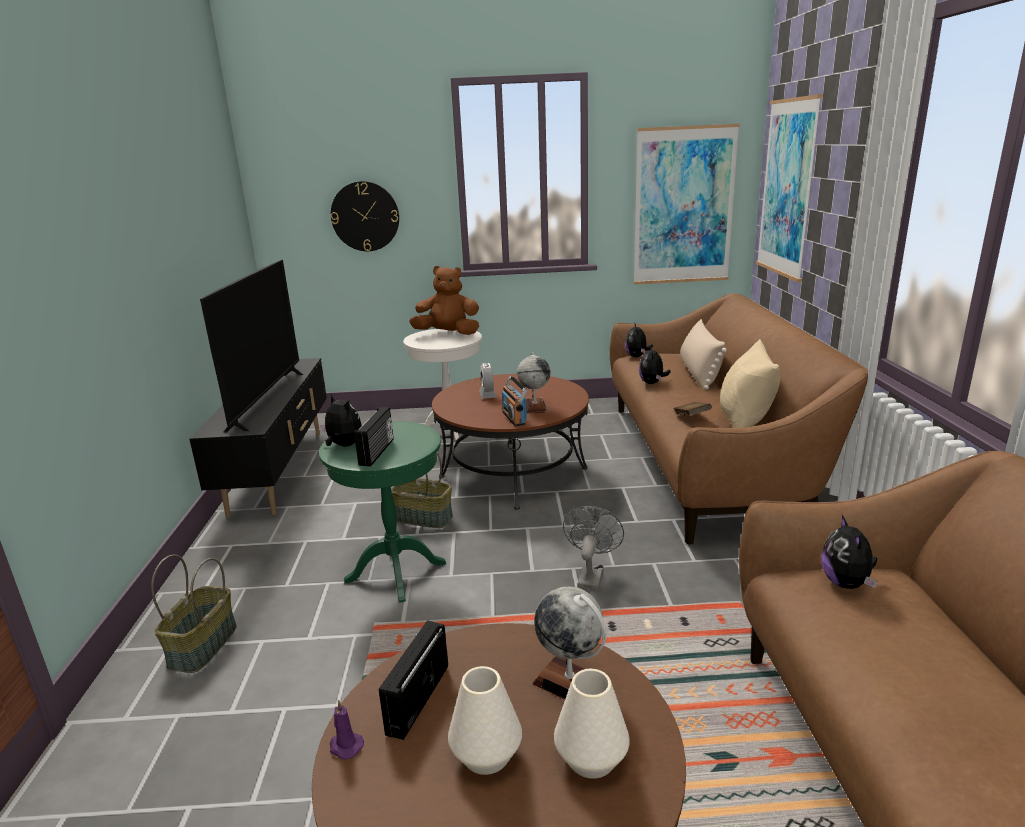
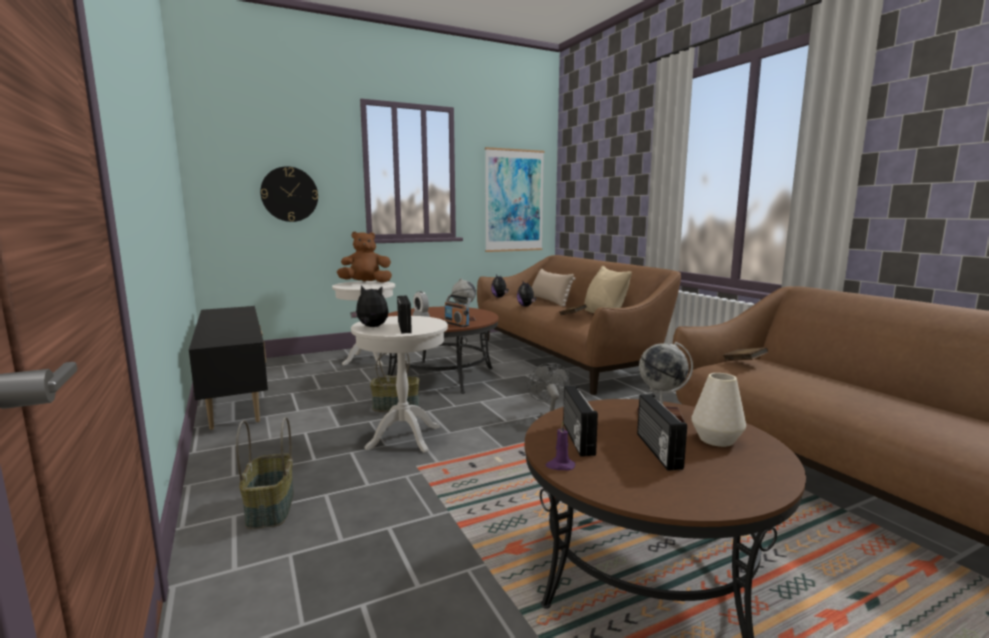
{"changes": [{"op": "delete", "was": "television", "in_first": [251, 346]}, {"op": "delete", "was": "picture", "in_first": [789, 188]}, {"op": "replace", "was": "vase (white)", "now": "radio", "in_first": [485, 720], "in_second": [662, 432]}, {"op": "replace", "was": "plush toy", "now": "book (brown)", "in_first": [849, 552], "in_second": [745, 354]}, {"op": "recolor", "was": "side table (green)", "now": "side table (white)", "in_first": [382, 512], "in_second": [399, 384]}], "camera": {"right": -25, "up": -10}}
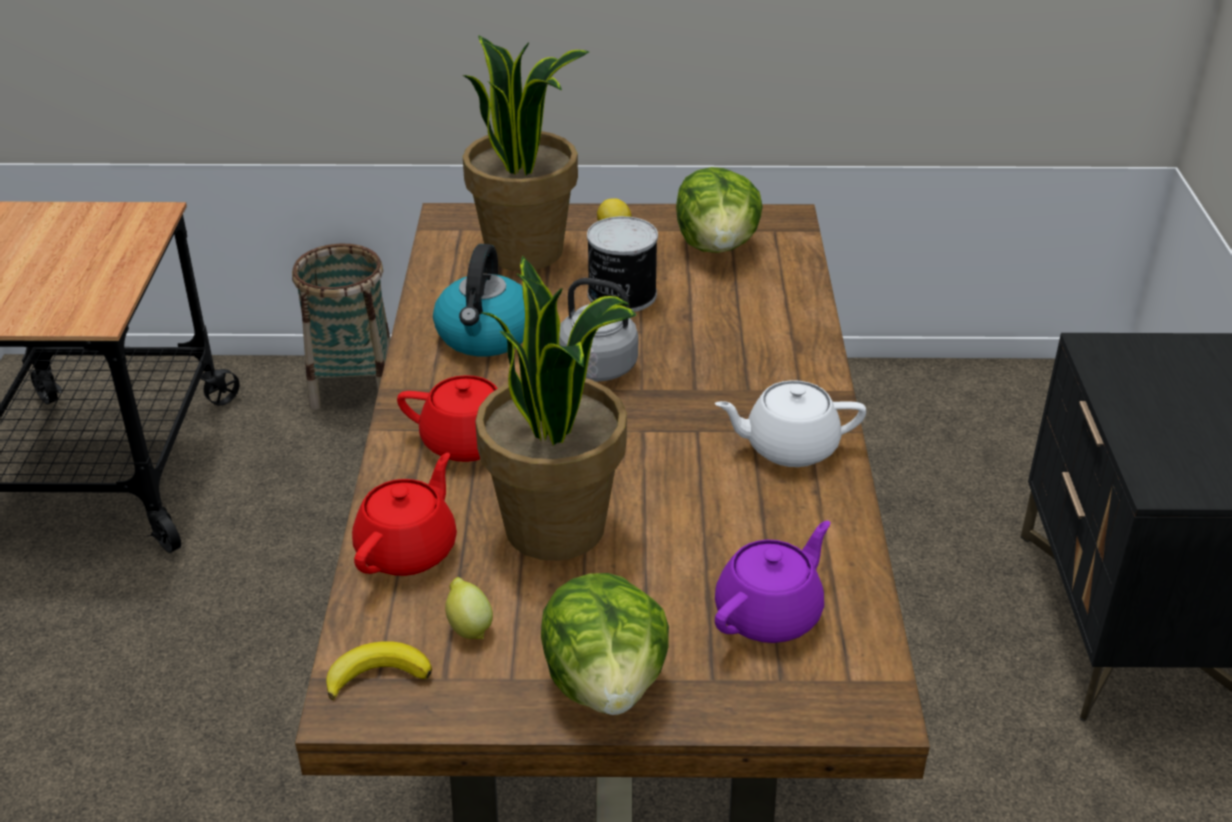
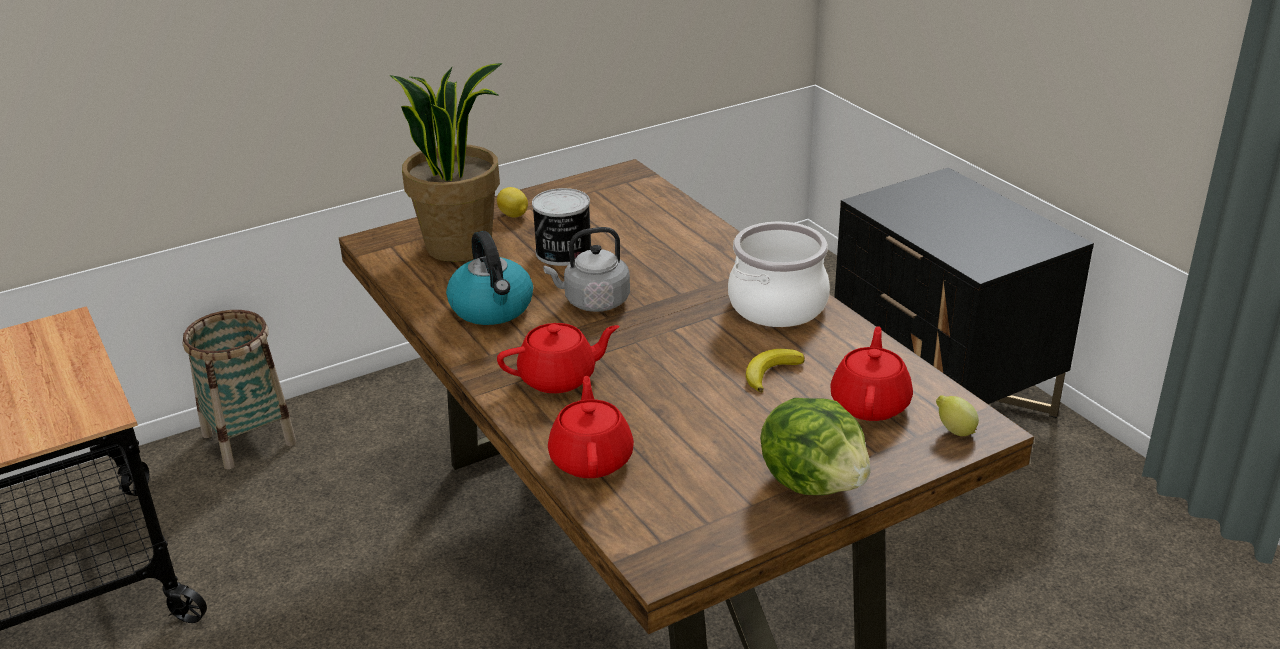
{"changes": [{"op": "delete", "was": "potted plant", "in_first": [555, 408]}, {"op": "delete", "was": "lettuce", "in_first": [719, 210]}, {"op": "move", "was": "banana", "in_first": [379, 670], "in_second": [775, 370]}, {"op": "move", "was": "lemon", "in_first": [469, 608], "in_second": [957, 415]}, {"op": "replace", "was": "teapot (white)", "now": "cooking pot", "in_first": [790, 423], "in_second": [779, 274]}, {"op": "recolor", "was": "teapot (purple)", "now": "teapot (red)", "in_first": [773, 582], "in_second": [871, 373]}], "camera": {"right": -30, "up": -5}}
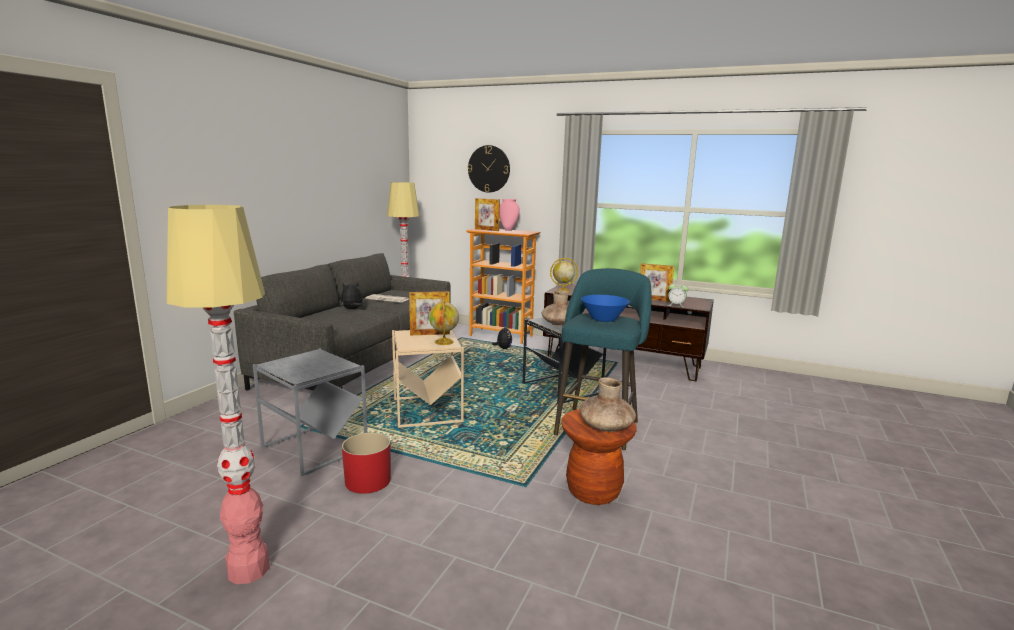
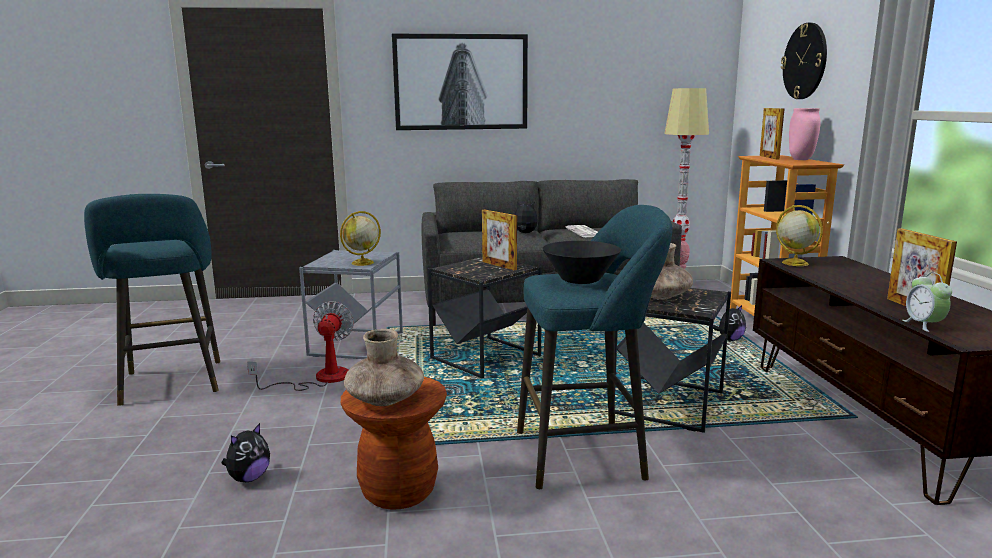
{"changes": [{"op": "insert", "now": "plush toy", "in_second": [245, 452]}, {"op": "insert", "now": "picture", "in_second": [460, 82]}, {"op": "move", "was": "globe", "in_first": [444, 321], "in_second": [360, 238]}, {"op": "replace", "was": "floor lamp", "now": "stool (turquoise)", "in_first": [218, 394], "in_second": [152, 300]}, {"op": "replace", "was": "planter (red)", "now": "fan", "in_first": [366, 463], "in_second": [300, 346]}, {"op": "recolor", "was": "side table (beige)", "now": "side table (black)", "in_first": [428, 378], "in_second": [484, 318]}, {"op": "recolor", "was": "bowl (blue)", "now": "bowl (black)", "in_first": [605, 308], "in_second": [581, 262]}], "camera": {"right": 60, "up": 0}}
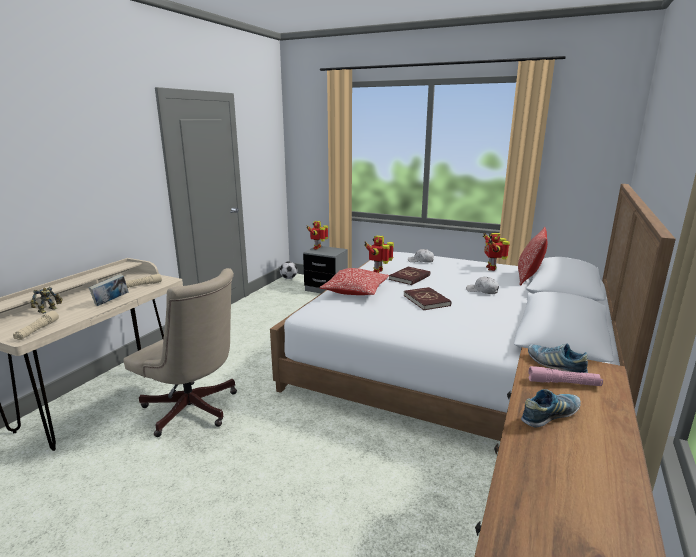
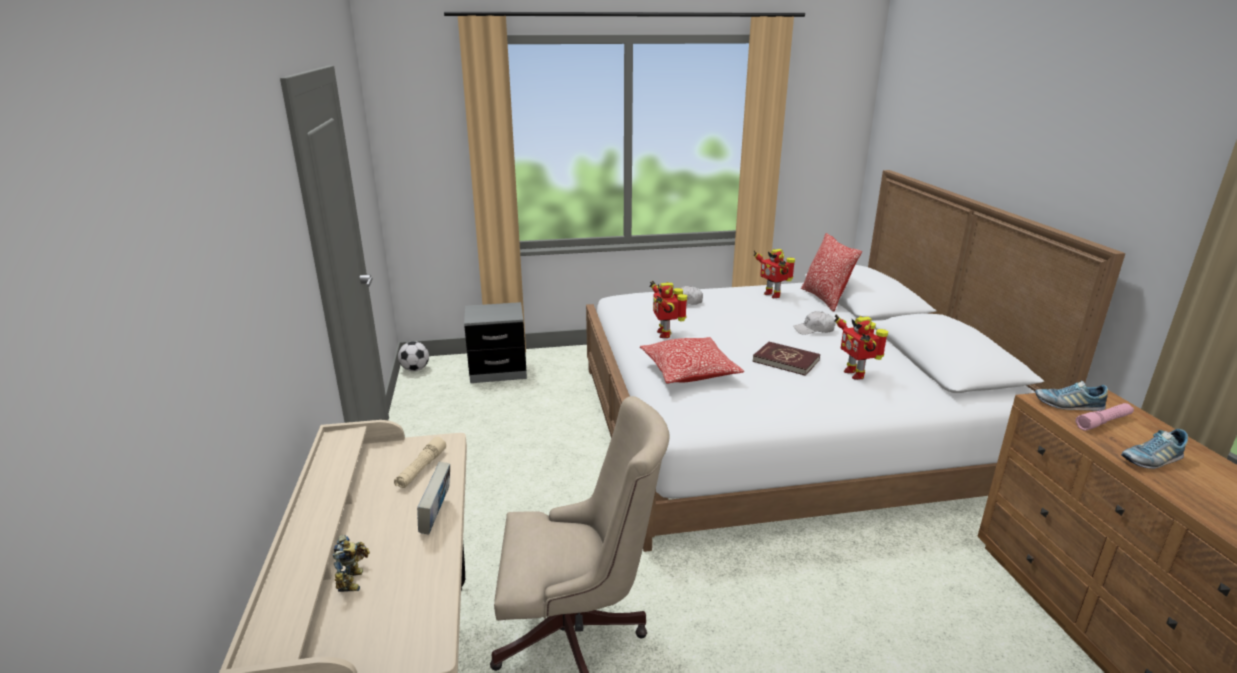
{"changes": [{"op": "delete", "was": "flashlight (beige)", "in_first": [36, 325]}, {"op": "delete", "was": "book (red)", "in_first": [409, 276]}, {"op": "move", "was": "toy robot", "in_first": [317, 235], "in_second": [861, 347]}, {"op": "rotate", "was": "shoe", "in_first": [551, 408], "in_second": [1154, 449], "clockwise": -135}], "camera": {"right": -35, "up": 5}}
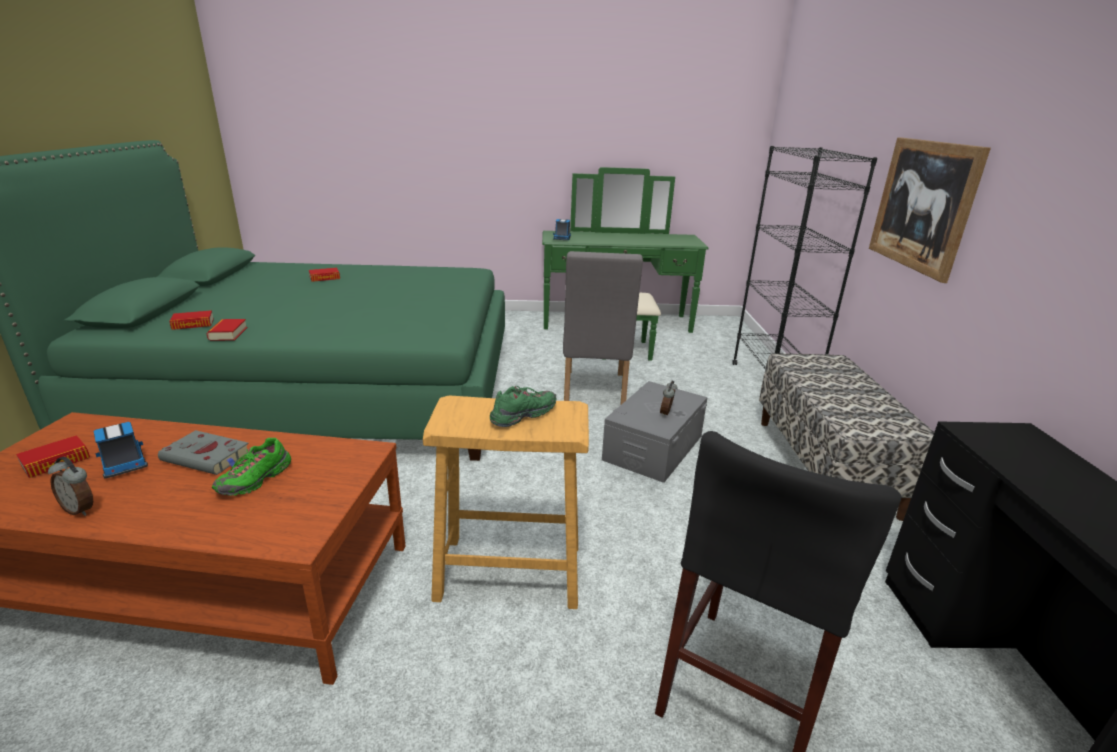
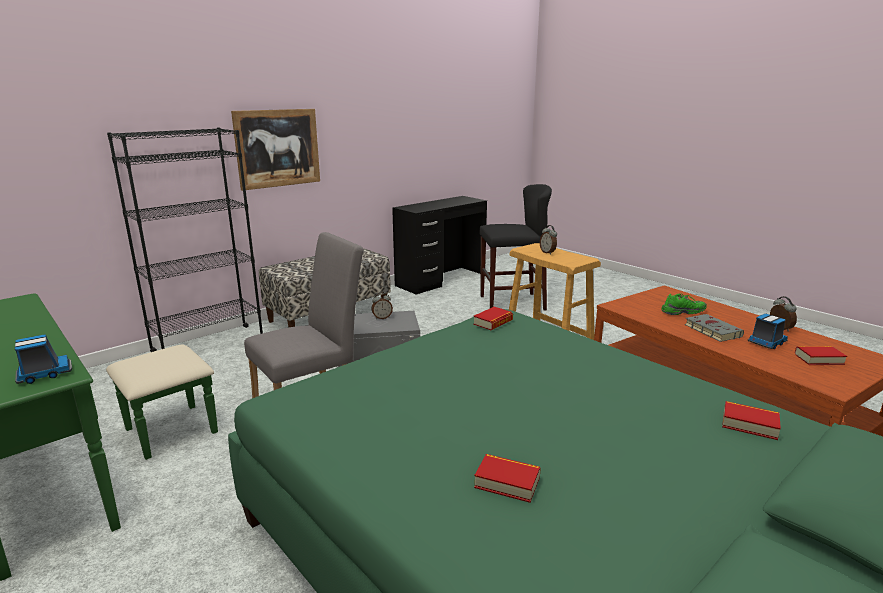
{"changes": [{"op": "move", "was": "book", "in_first": [227, 330], "in_second": [493, 318]}, {"op": "replace", "was": "shoe (green)", "now": "alarm clock", "in_first": [523, 406], "in_second": [548, 240]}, {"op": "rotate", "was": "toy truck", "in_first": [121, 450], "in_second": [767, 331], "clockwise": -135}], "camera": {"right": -130, "up": -5}}
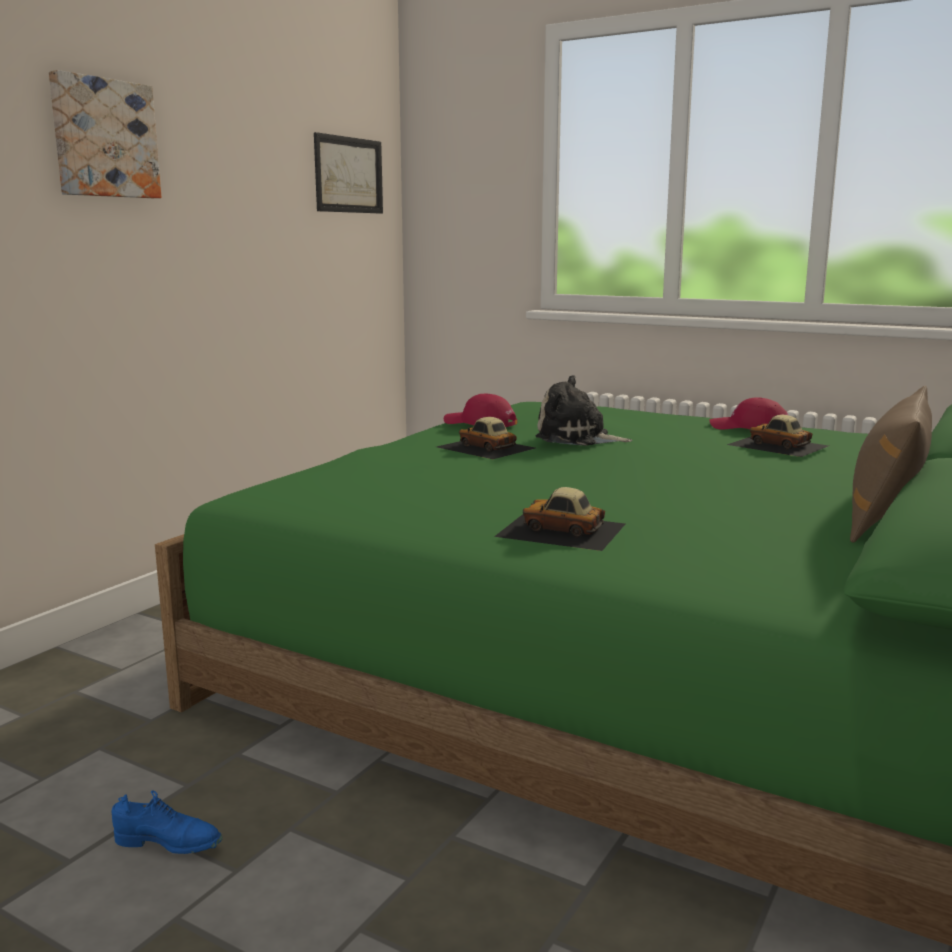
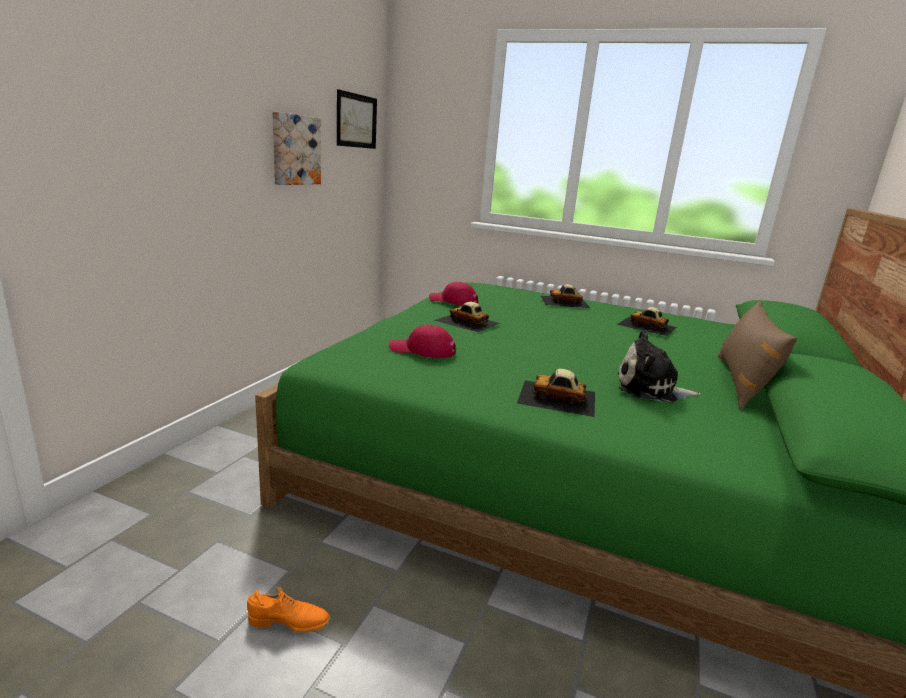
{"changes": [{"op": "insert", "now": "toy car", "in_second": [565, 296]}, {"op": "move", "was": "picture", "in_first": [105, 134], "in_second": [297, 148]}, {"op": "move", "was": "plush toy", "in_first": [584, 410], "in_second": [659, 366]}, {"op": "move", "was": "cap (red)", "in_first": [748, 413], "in_second": [422, 341]}, {"op": "recolor", "was": "shoe (blue)", "now": "shoe (orange)", "in_first": [167, 822], "in_second": [289, 609]}], "camera": {"right": -10, "up": 5}}
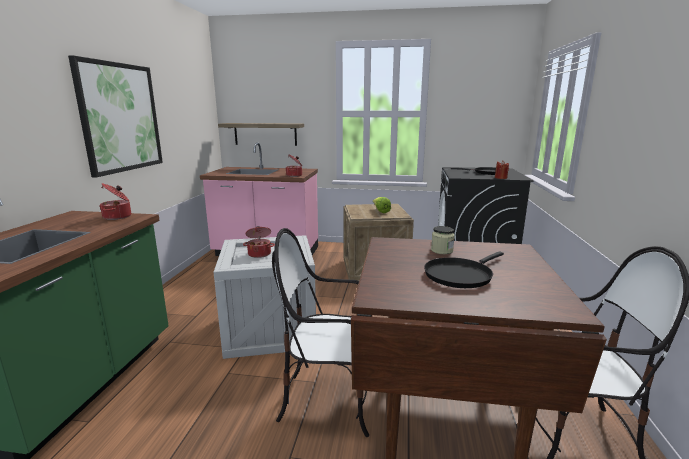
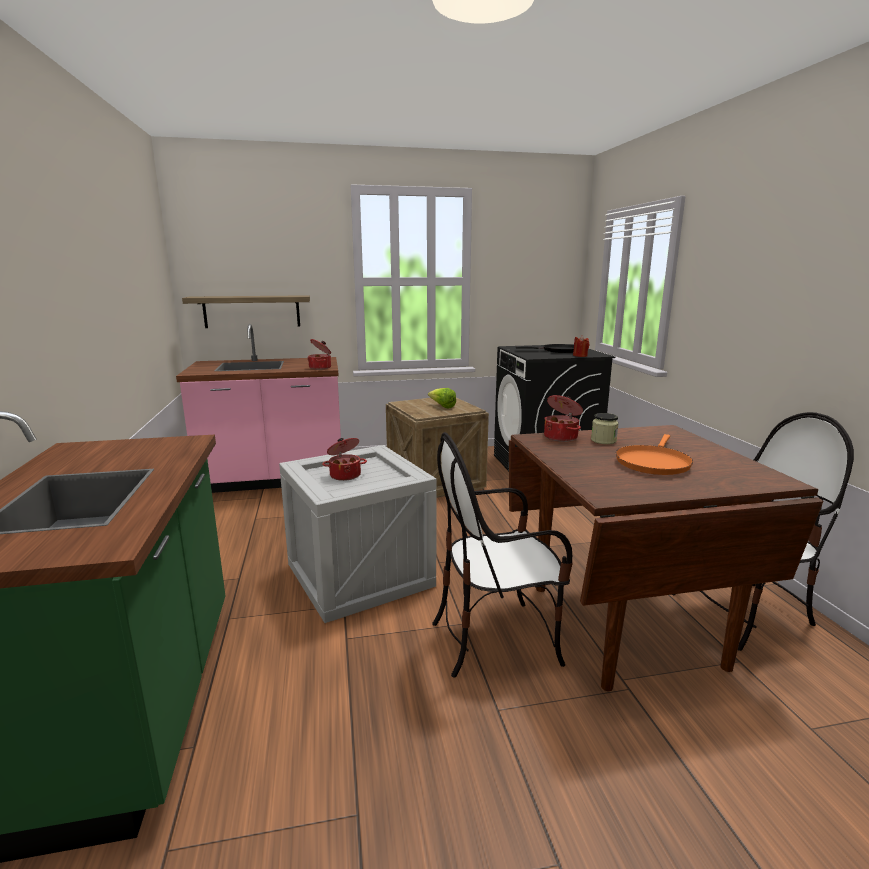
{"changes": [{"op": "delete", "was": "picture", "in_first": [115, 116]}, {"op": "move", "was": "cooking pot", "in_first": [115, 201], "in_second": [563, 418]}, {"op": "recolor", "was": "frying pan (black)", "now": "frying pan (orange)", "in_first": [464, 269], "in_second": [654, 454]}], "camera": {"right": -20, "up": 0}}
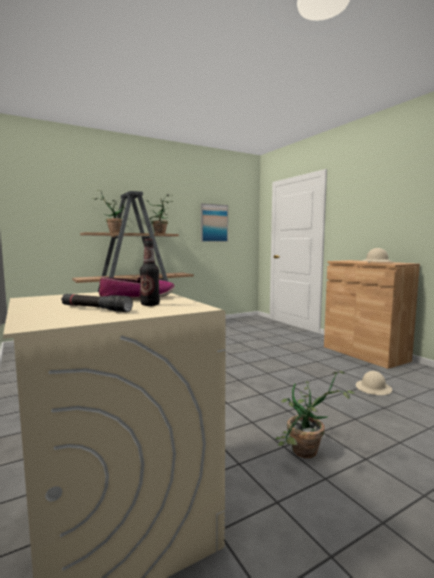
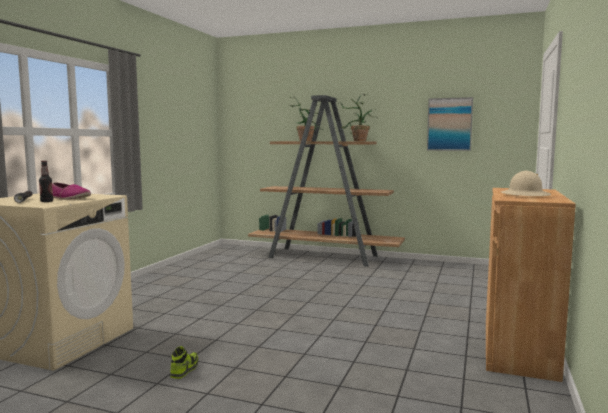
{"changes": [{"op": "delete", "was": "hard hat (beige)", "in_first": [374, 383]}, {"op": "replace", "was": "potted plant", "now": "shoe", "in_first": [315, 414], "in_second": [184, 362]}], "camera": {"right": 50, "up": 0}}
